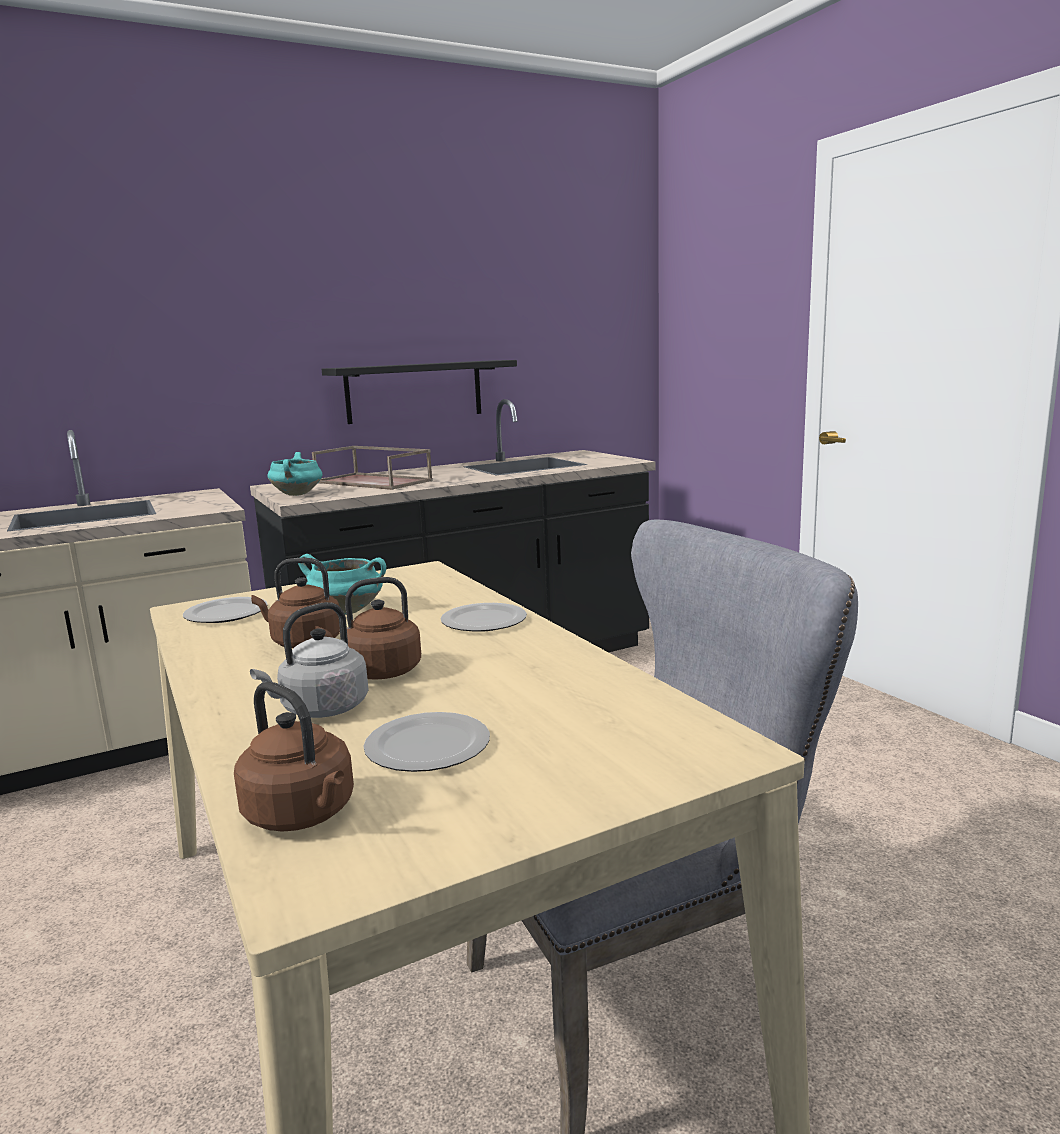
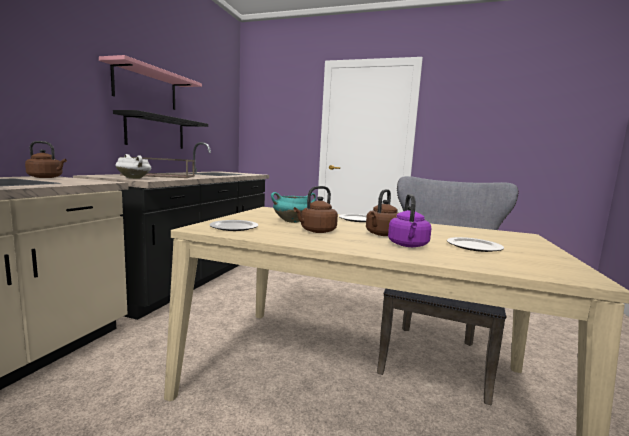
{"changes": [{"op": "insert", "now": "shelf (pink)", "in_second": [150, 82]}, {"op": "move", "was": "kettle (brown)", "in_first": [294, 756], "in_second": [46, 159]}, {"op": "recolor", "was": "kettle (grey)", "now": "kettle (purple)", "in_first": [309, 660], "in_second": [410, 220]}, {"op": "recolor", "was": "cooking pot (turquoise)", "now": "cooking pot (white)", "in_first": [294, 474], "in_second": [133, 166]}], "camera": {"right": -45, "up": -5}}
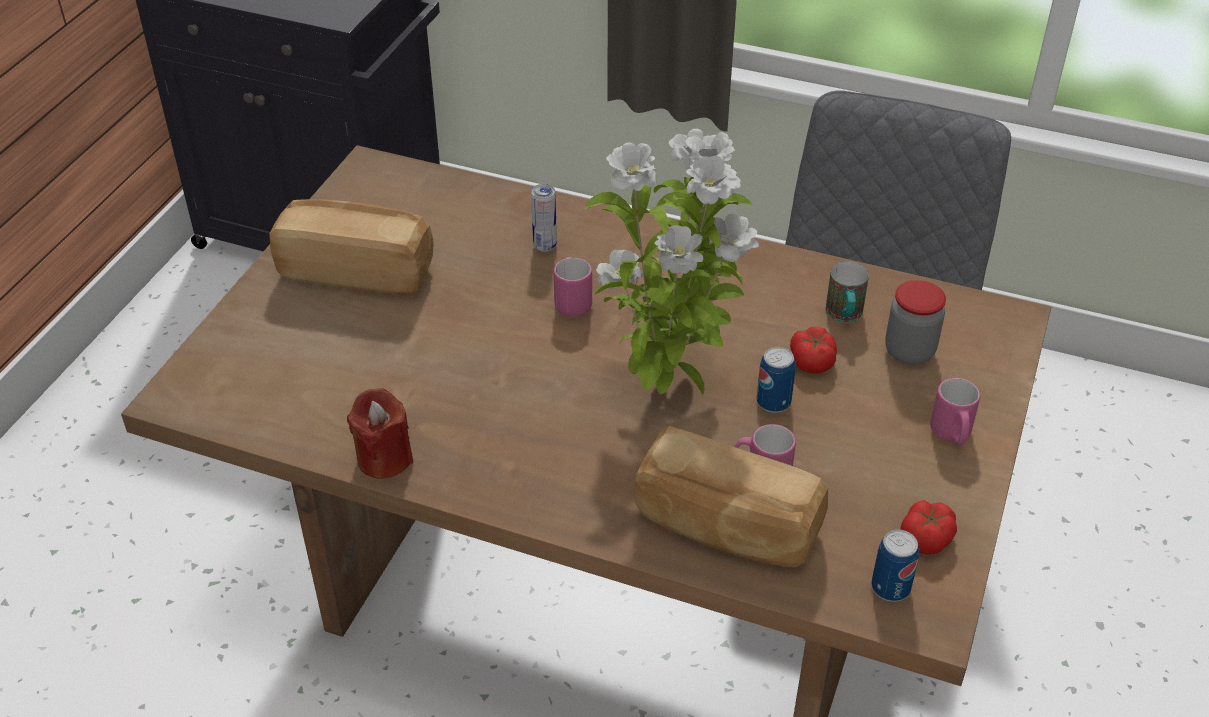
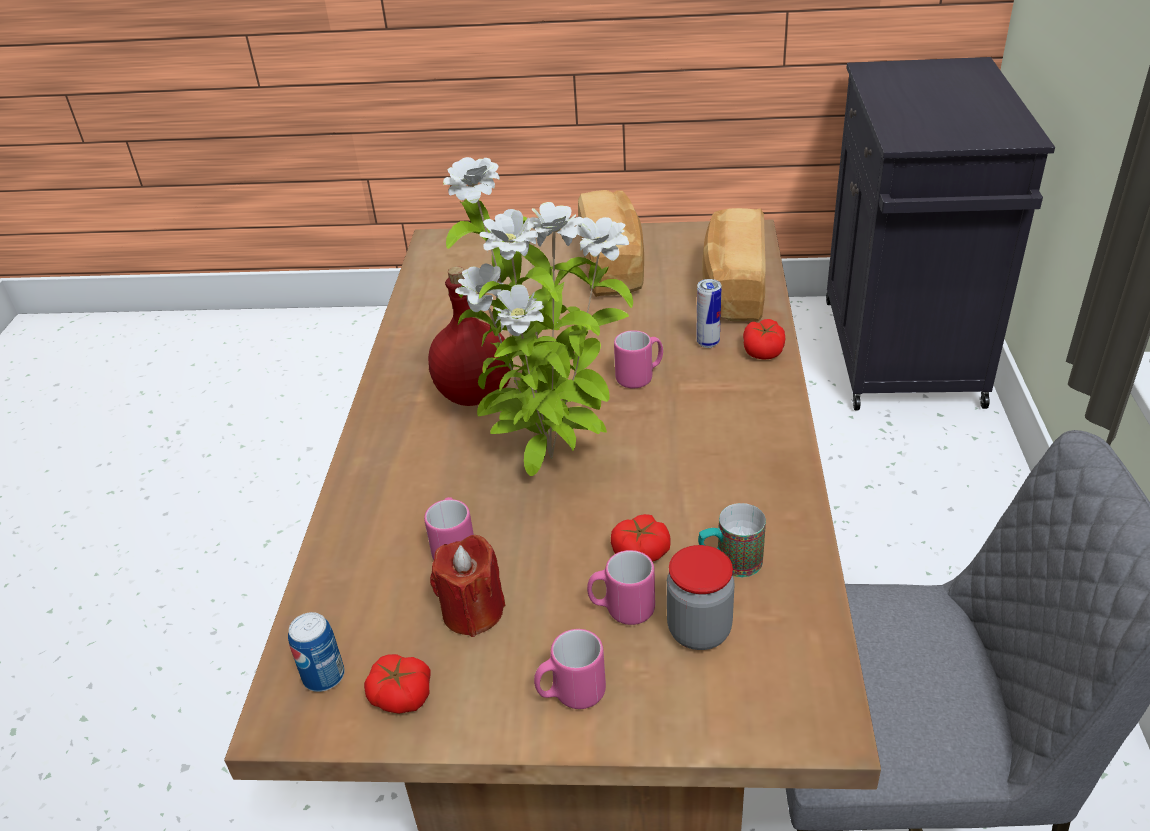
{"changes": [{"op": "delete", "was": "can", "in_first": [776, 380]}, {"op": "insert", "now": "bottle (red)", "in_second": [469, 336]}, {"op": "insert", "now": "mug (pink)", "in_second": [621, 587]}, {"op": "insert", "now": "tomato", "in_second": [764, 339]}, {"op": "move", "was": "candle (red)", "in_first": [380, 433], "in_second": [467, 586]}, {"op": "move", "was": "bread", "in_first": [731, 497], "in_second": [734, 265]}], "camera": {"right": 75, "up": -5}}
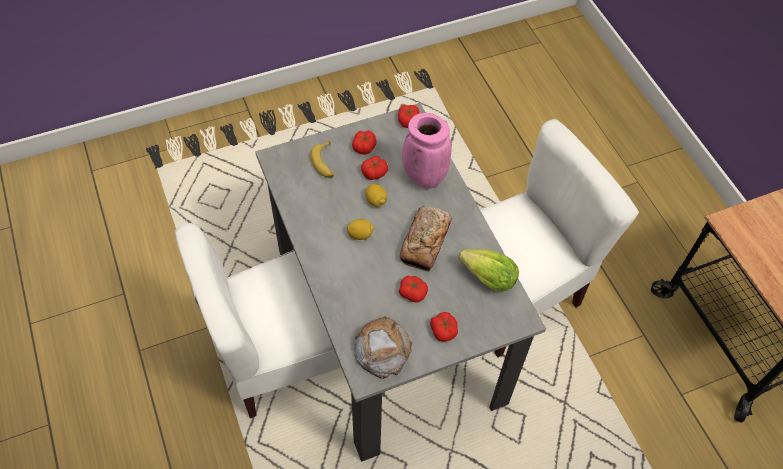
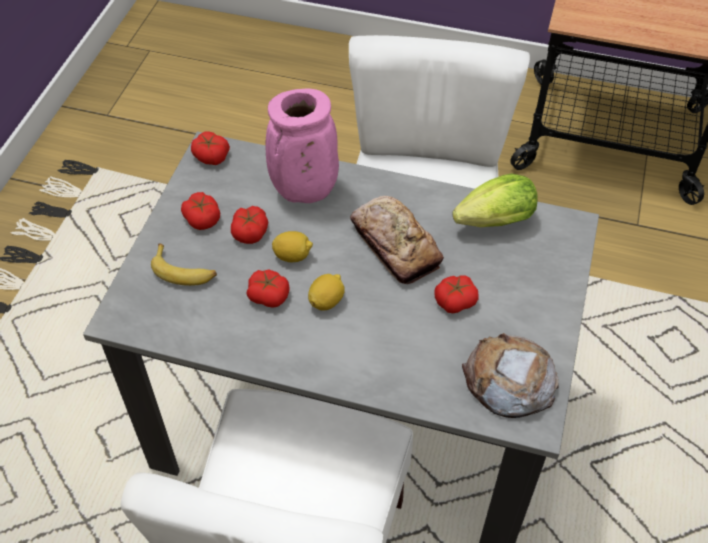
{"changes": [{"op": "move", "was": "tomato", "in_first": [444, 327], "in_second": [268, 288]}], "camera": {"right": -50, "up": -5}}
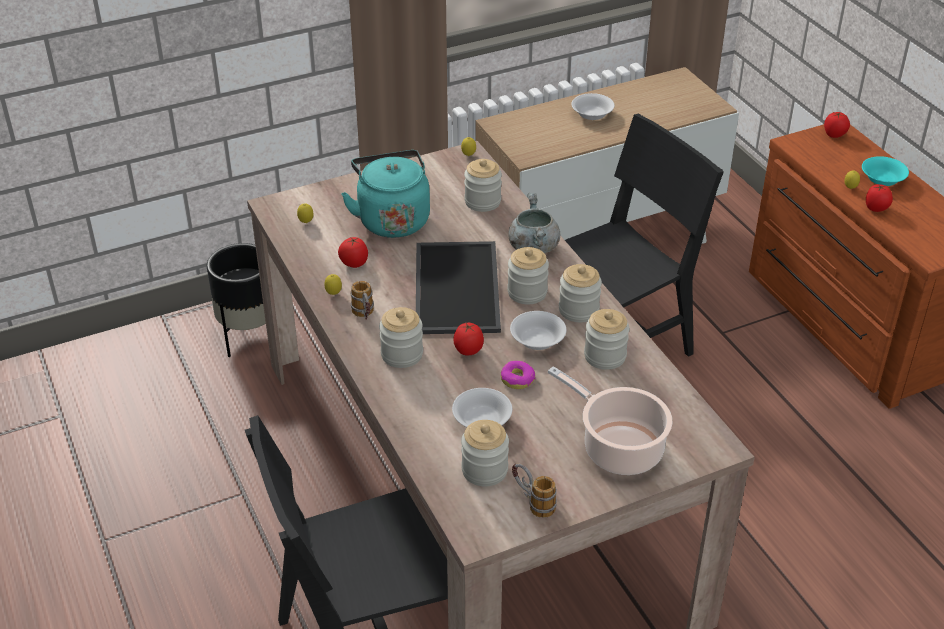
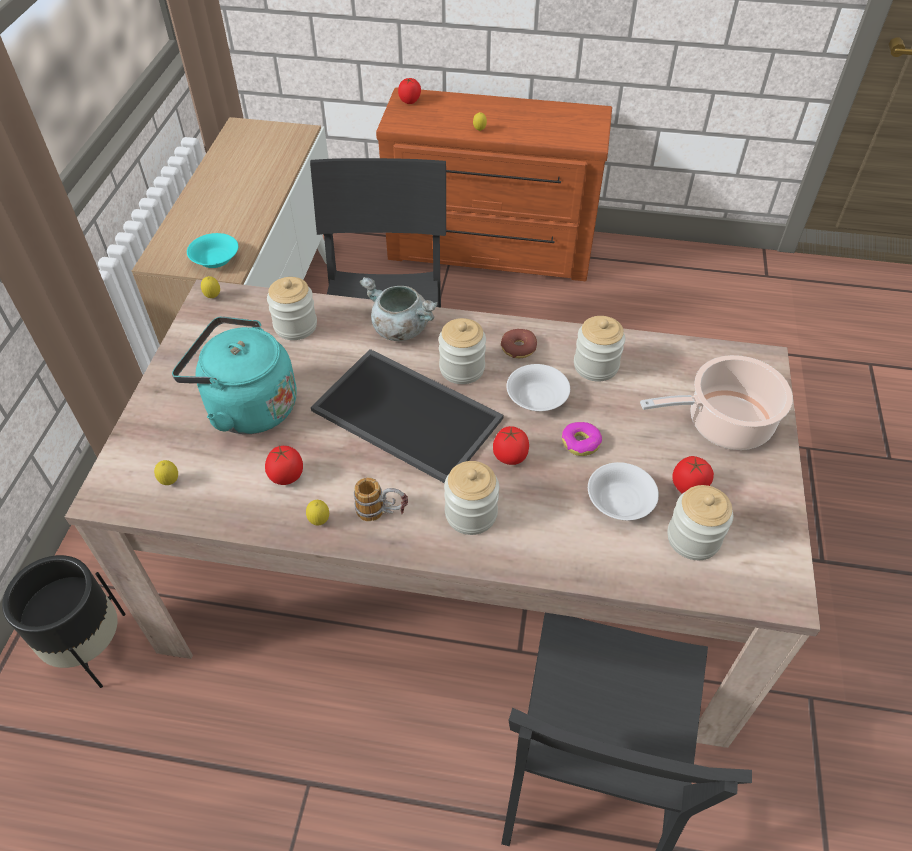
{"changes": [{"op": "delete", "was": "mug", "in_first": [534, 491]}, {"op": "delete", "was": "bowl (white)", "in_first": [593, 106]}, {"op": "move", "was": "bowl (turquoise)", "in_first": [885, 171], "in_second": [212, 250]}, {"op": "move", "was": "tomato", "in_first": [879, 198], "in_second": [693, 475]}, {"op": "replace", "was": "jar", "now": "donut", "in_first": [580, 293], "in_second": [519, 343]}], "camera": {"right": -55, "up": 10}}
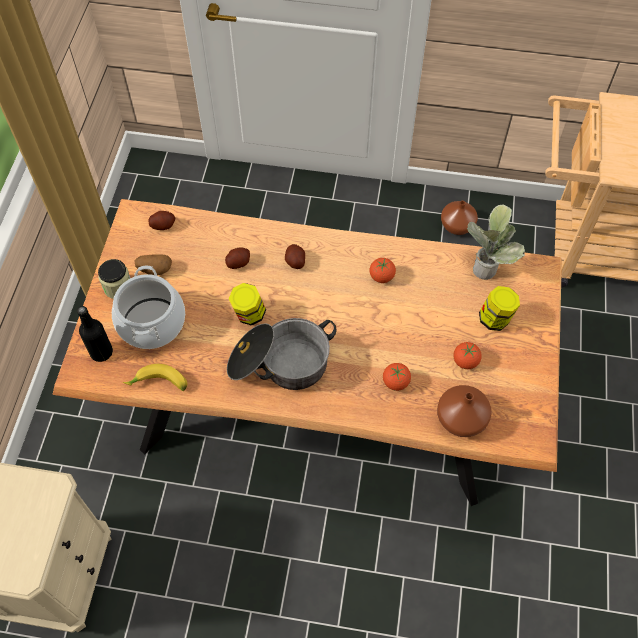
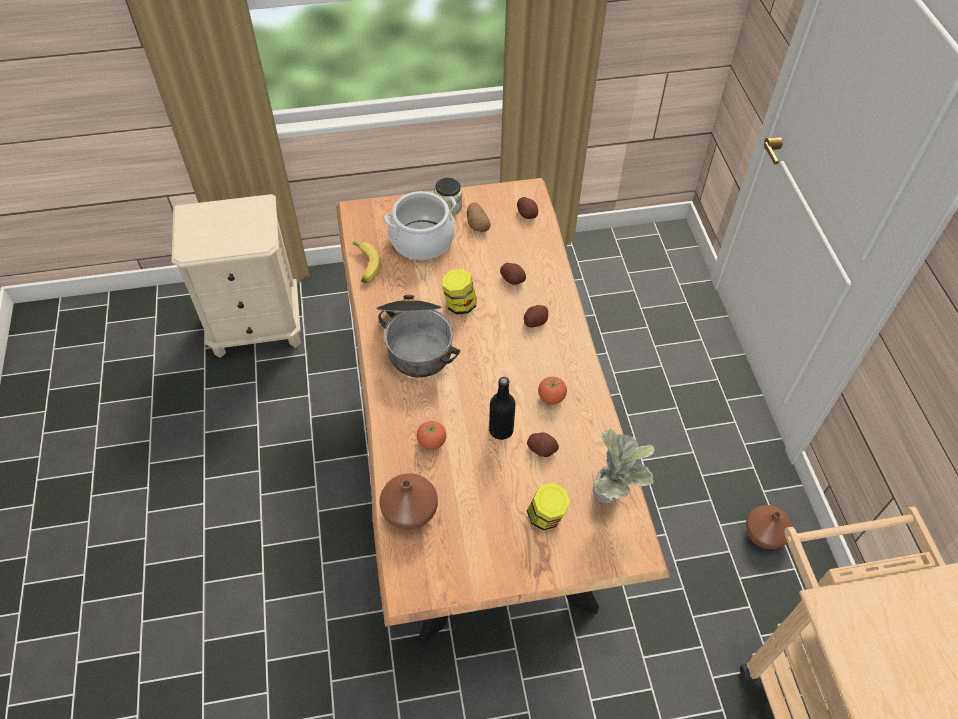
{"changes": [{"op": "delete", "was": "tomato", "in_first": [467, 355]}, {"op": "insert", "now": "potato", "in_second": [543, 445]}, {"op": "move", "was": "bottle (black)", "in_first": [95, 334], "in_second": [502, 408]}], "camera": {"right": 70, "up": -5}}
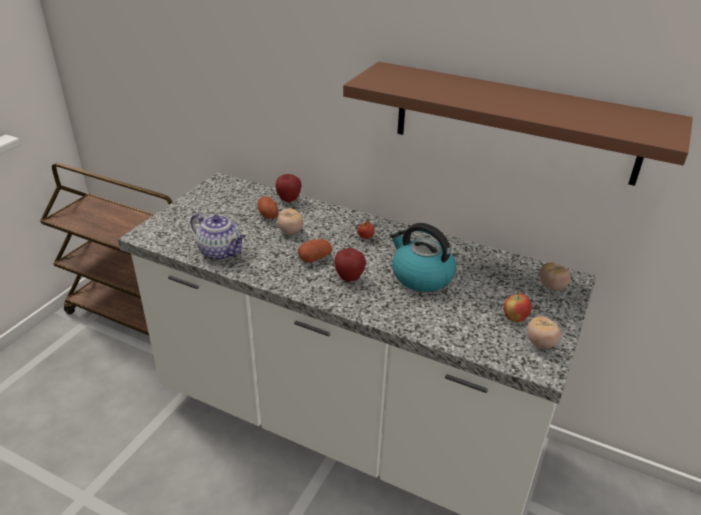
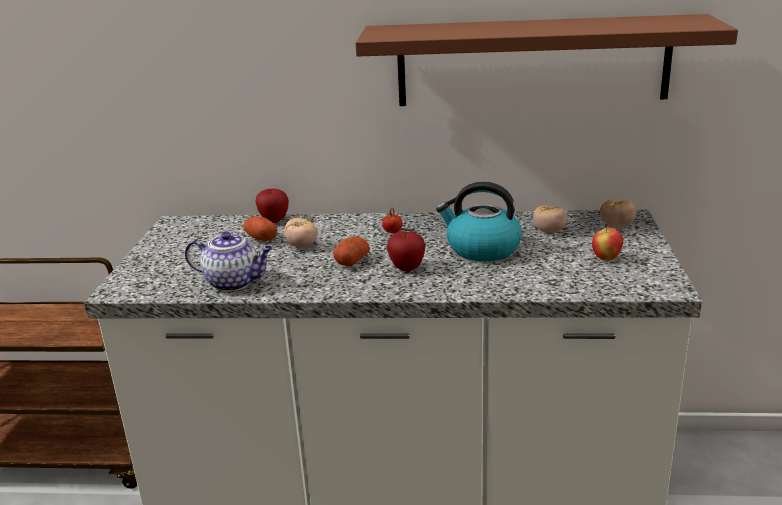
{"changes": [{"op": "move", "was": "tomato", "in_first": [544, 332], "in_second": [550, 219]}], "camera": {"right": -20, "up": -10}}
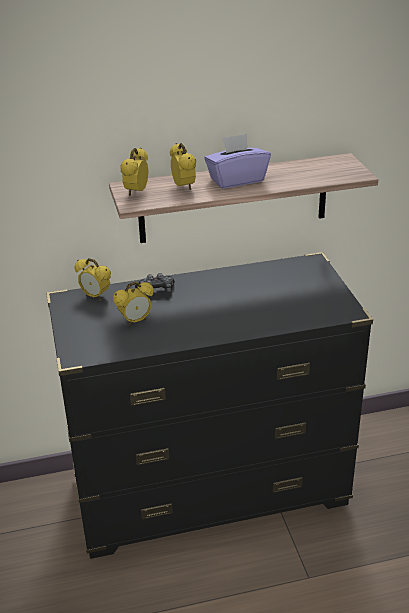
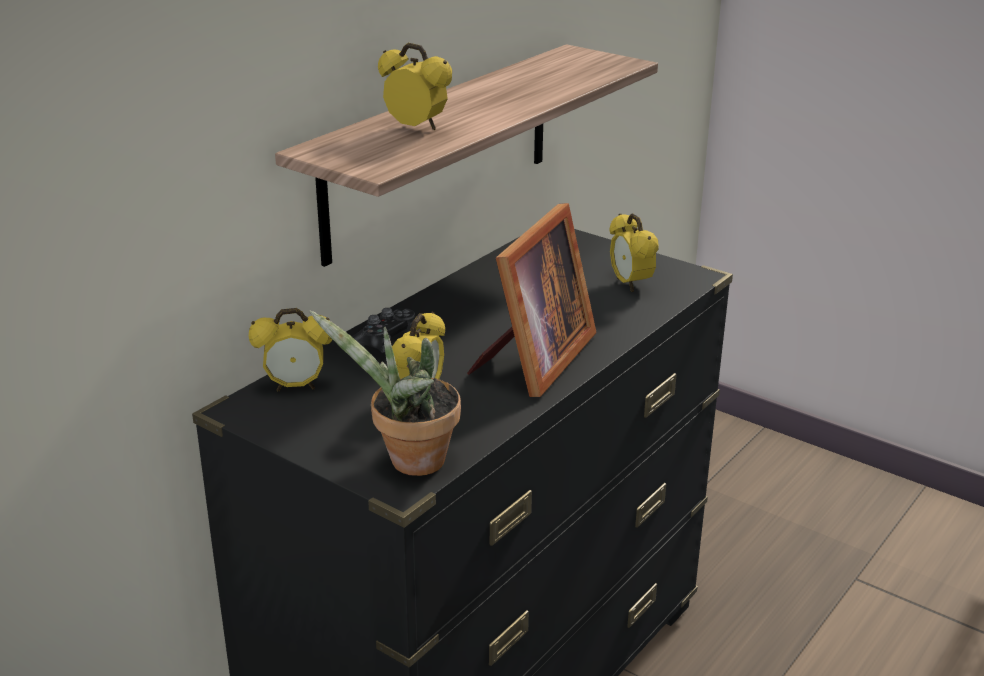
{"changes": [{"op": "delete", "was": "tissue box (purple)", "in_first": [237, 161]}, {"op": "insert", "now": "potted plant", "in_second": [385, 393]}, {"op": "insert", "now": "picture frame", "in_second": [531, 300]}, {"op": "move", "was": "alarm clock", "in_first": [134, 172], "in_second": [634, 252]}], "camera": {"right": -40, "up": -5}}
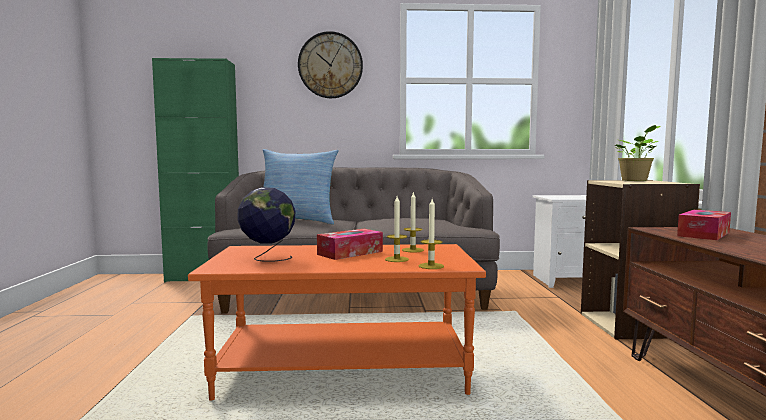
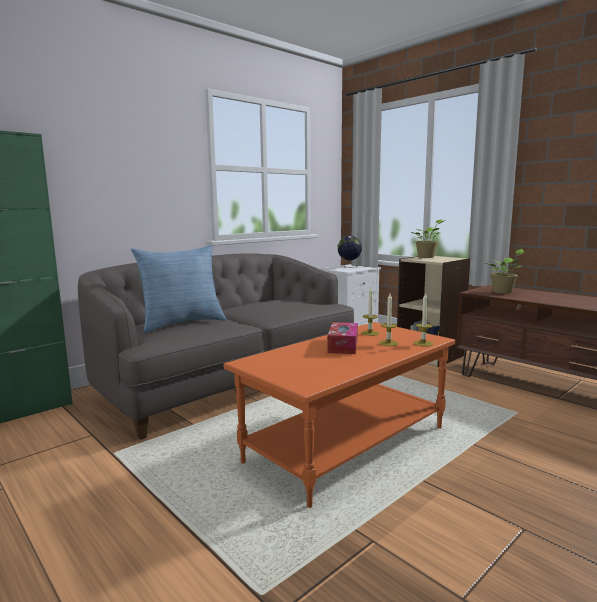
{"changes": [{"op": "delete", "was": "wall clock", "in_first": [330, 64]}, {"op": "move", "was": "globe", "in_first": [266, 224], "in_second": [350, 252]}, {"op": "replace", "was": "tissue box", "now": "potted plant", "in_first": [704, 225], "in_second": [506, 271]}], "camera": {"right": -40, "up": 5}}
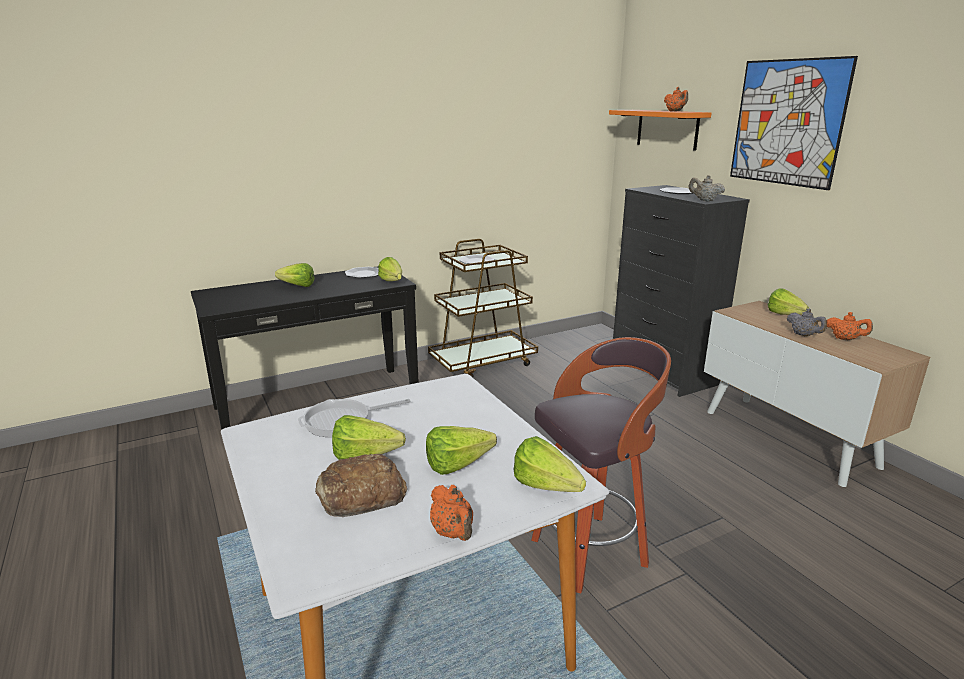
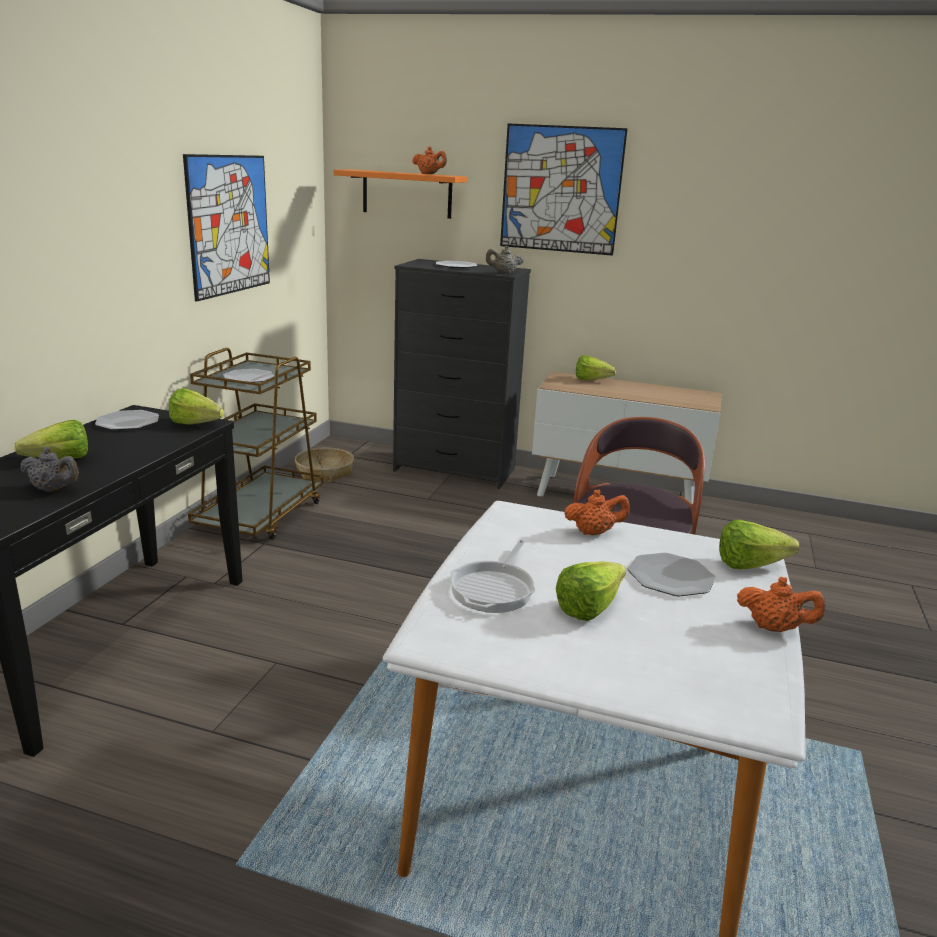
{"changes": [{"op": "delete", "was": "bread", "in_first": [361, 485]}, {"op": "insert", "now": "picture", "in_second": [226, 227]}, {"op": "insert", "now": "basket", "in_second": [324, 465]}, {"op": "move", "was": "teapot (grey)", "in_first": [807, 322], "in_second": [49, 469]}, {"op": "move", "was": "teapot (orange)", "in_first": [850, 326], "in_second": [597, 512]}, {"op": "replace", "was": "lettuce", "now": "plate", "in_first": [461, 450], "in_second": [672, 575]}], "camera": {"right": -45, "up": 0}}
